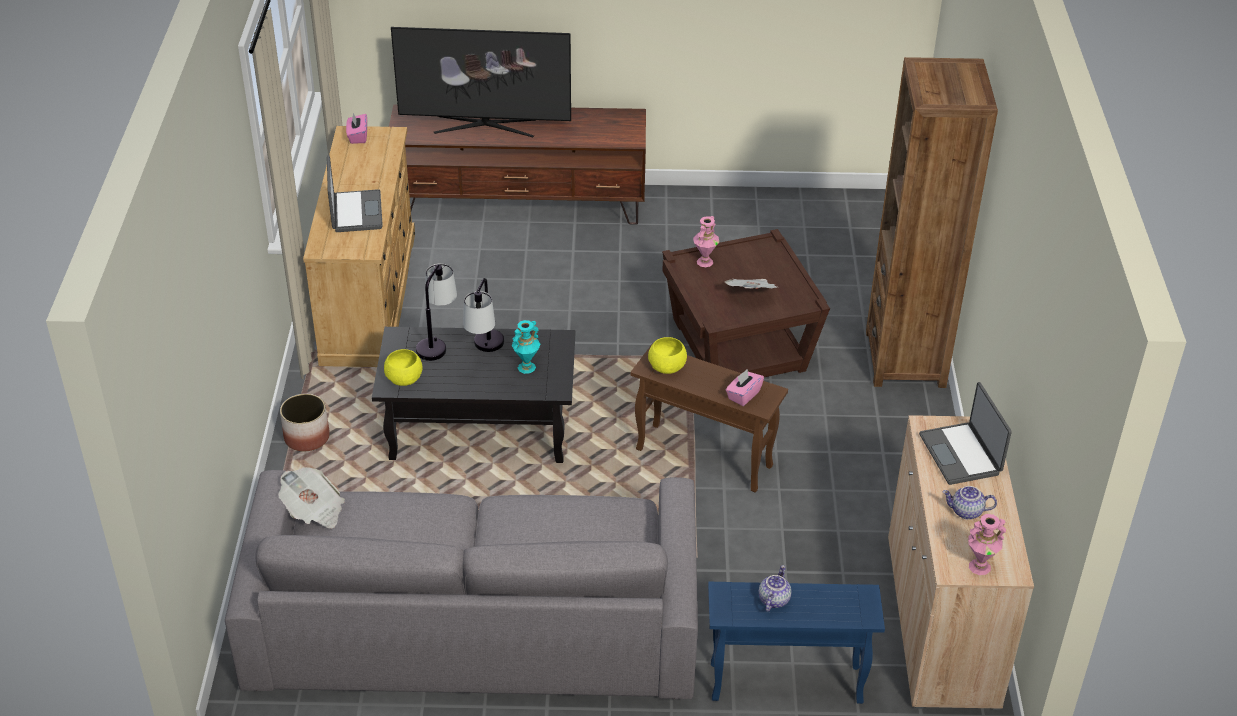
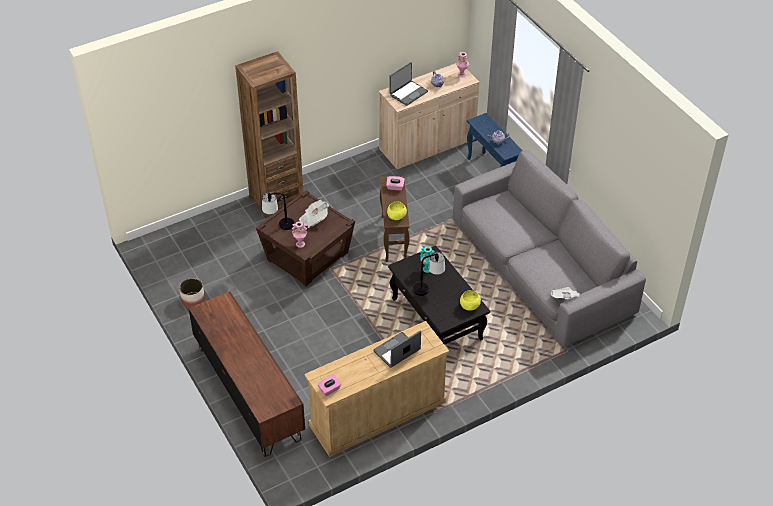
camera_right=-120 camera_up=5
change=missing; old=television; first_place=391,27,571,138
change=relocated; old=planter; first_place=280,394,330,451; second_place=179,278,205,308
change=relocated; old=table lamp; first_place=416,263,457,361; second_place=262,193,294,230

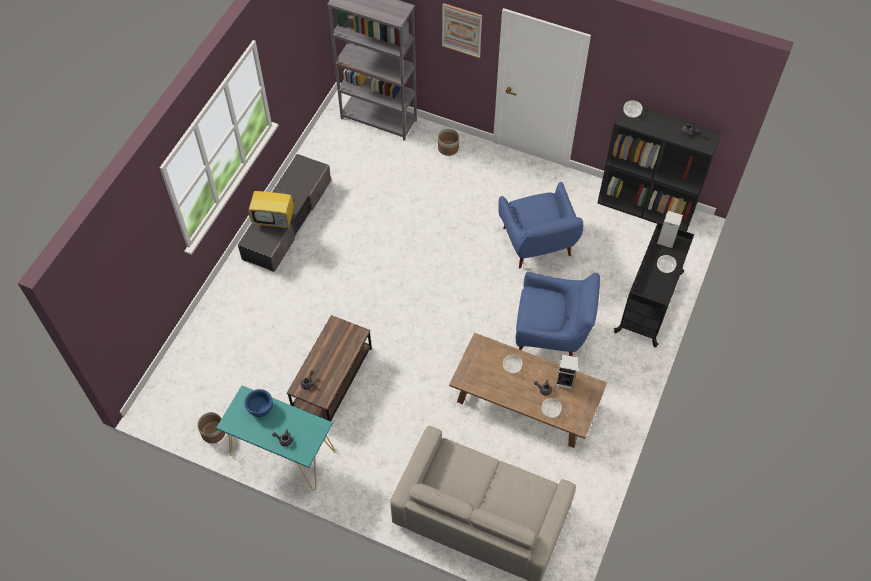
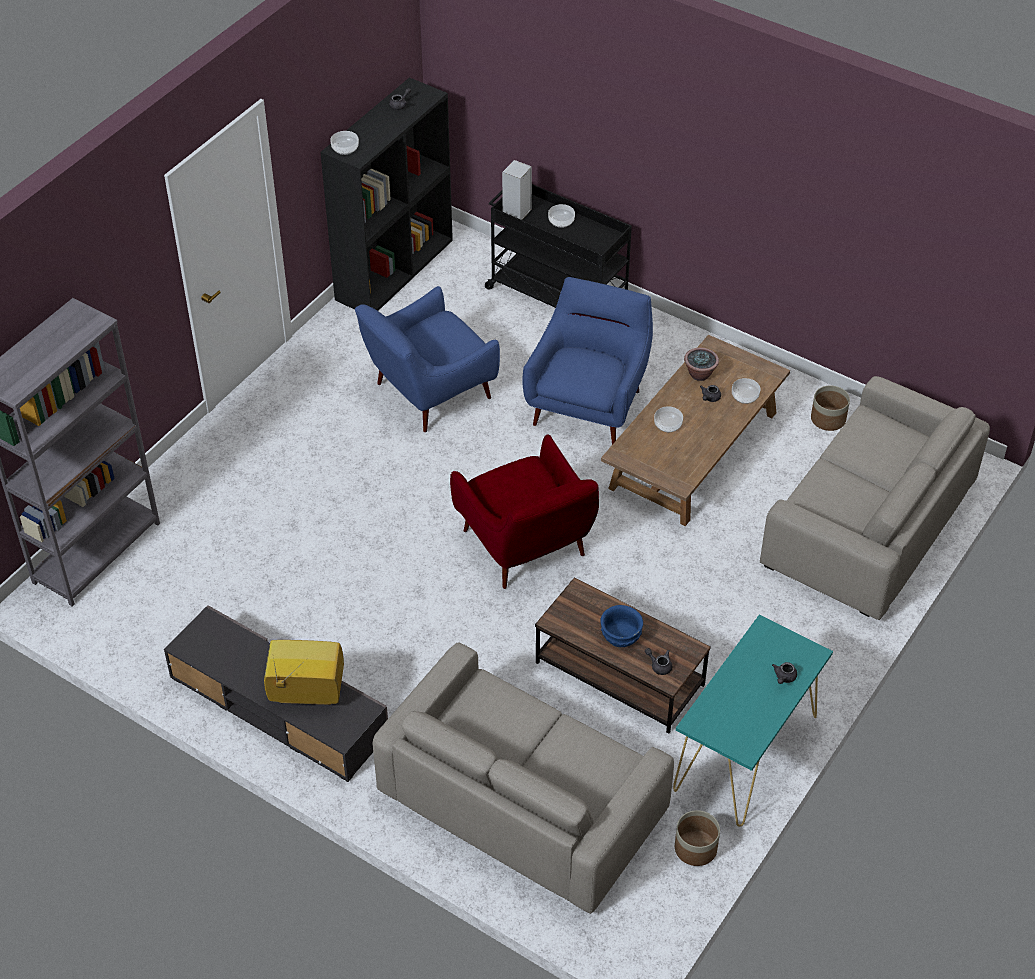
camera_right=-80 camera_up=-10
change=missing; old=picture; first_place=442,3,482,58
change=appeared; new=beige sofa; second_place=373,642,674,914
change=appeared; new=red armchair; second_place=450,435,599,589
change=relocated; old=blue bowl; first_place=244,389,273,417; second_place=600,605,643,647
change=relocated; old=planter; first_place=438,129,459,156; second_place=811,386,850,431
change=exchanged; old=speaker; new=potted plant; first_place=556,355,578,389; second_place=684,347,719,381
change=spun; old=television; first_place=249,180,294,228; second_place=264,640,344,705; degrees=-105
change=spun; old=blue armchair; first_place=498,182,583,269; second_place=355,286,500,432; degrees=150

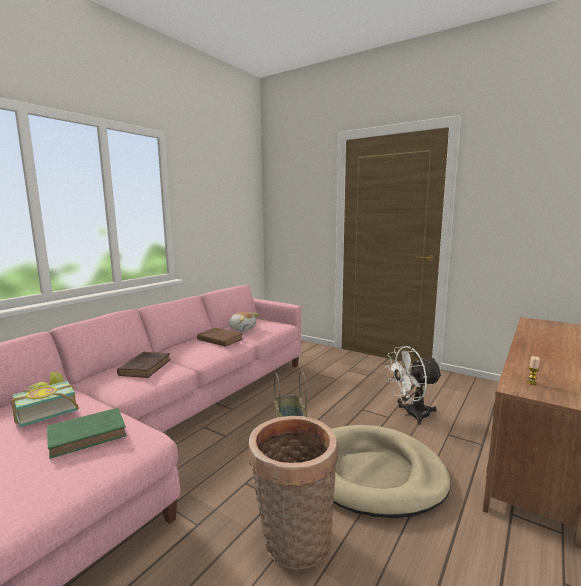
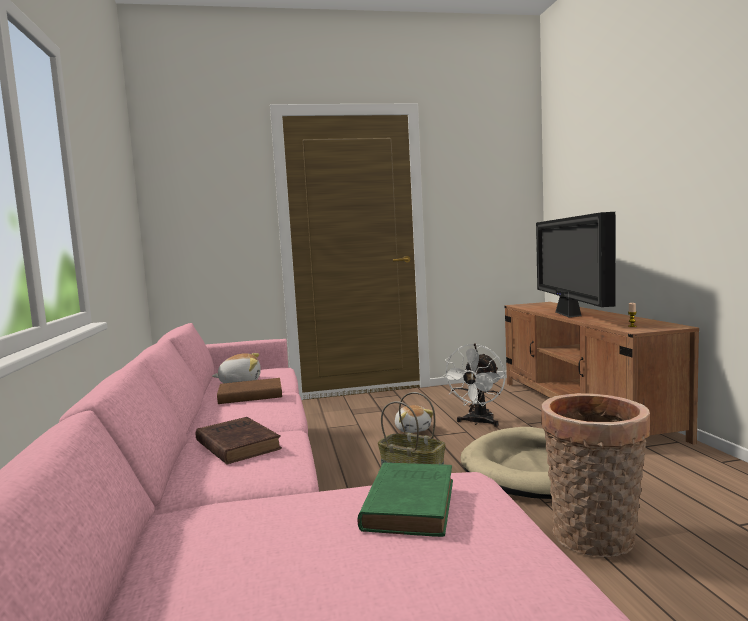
camera_right=-45 camera_up=-5
change=missing; old=book; first_place=11,372,79,427
change=appeared; new=plush toy; second_place=395,405,433,433
change=appeared; new=television; second_place=536,212,615,317

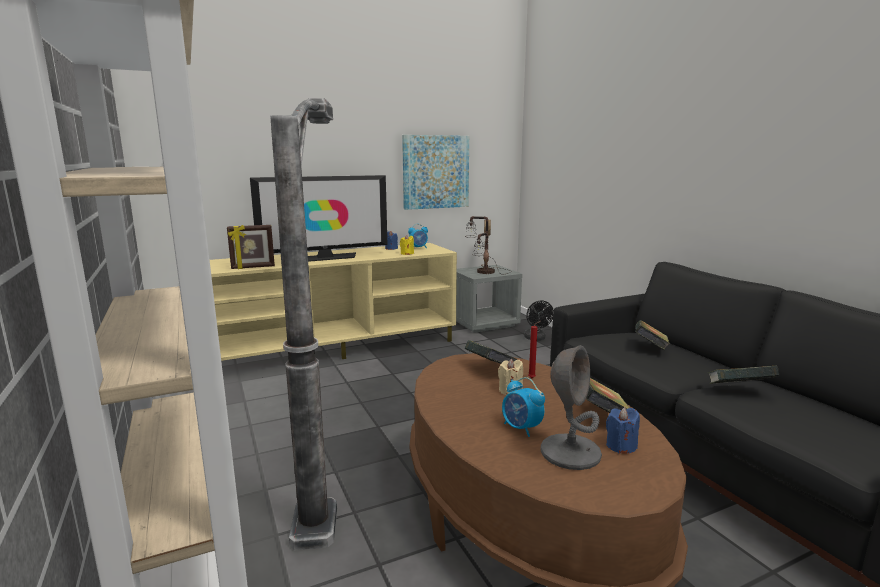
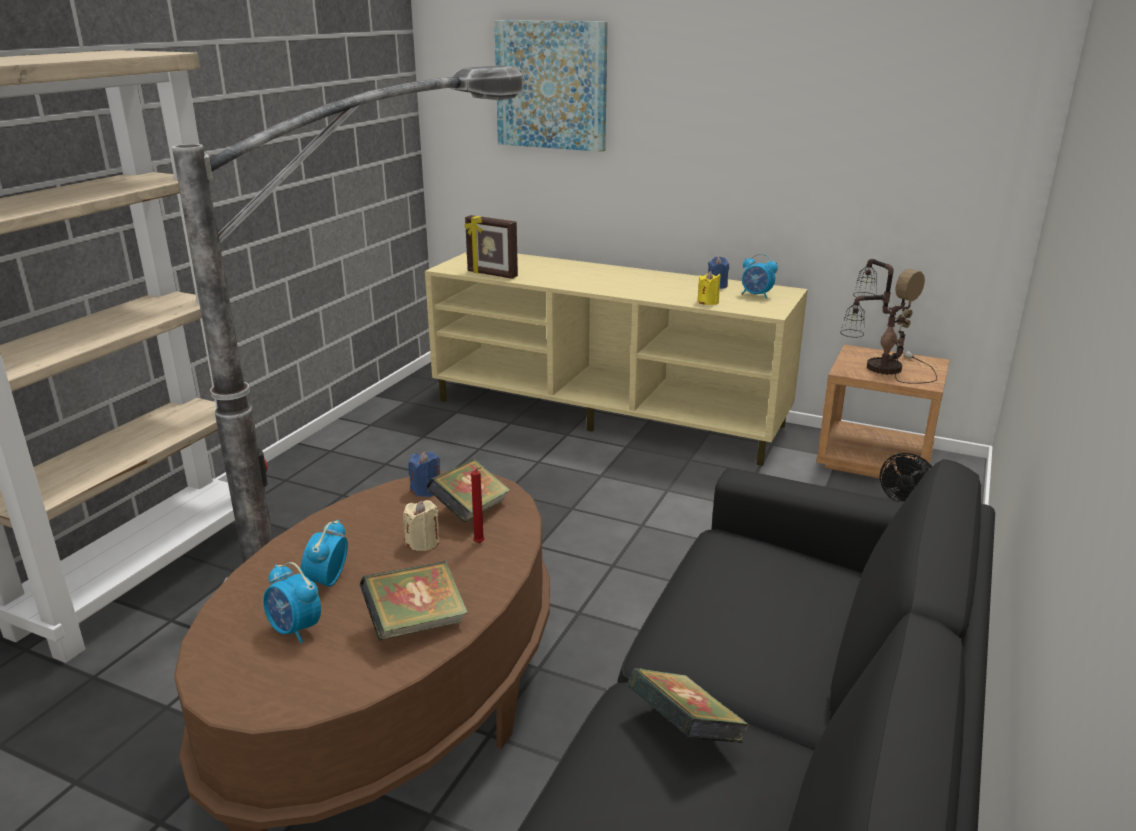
camera_right=50 camera_up=10
change=missing; old=television; first_place=250,175,388,262
change=missing; old=book; first_place=635,320,670,350
change=relocated; old=picture; first_place=402,135,469,210; second_place=494,20,608,152
change=relocated; old=blue candle; first_place=606,407,640,454; second_place=408,451,440,497
change=exchanged; old=grey table lamp; new=alarm clock; first_place=541,345,602,470; second_place=263,562,321,643
change=colour; old=grey nightstand; new=brown nightstand; first_place=456,265,522,333; second_place=816,345,950,479

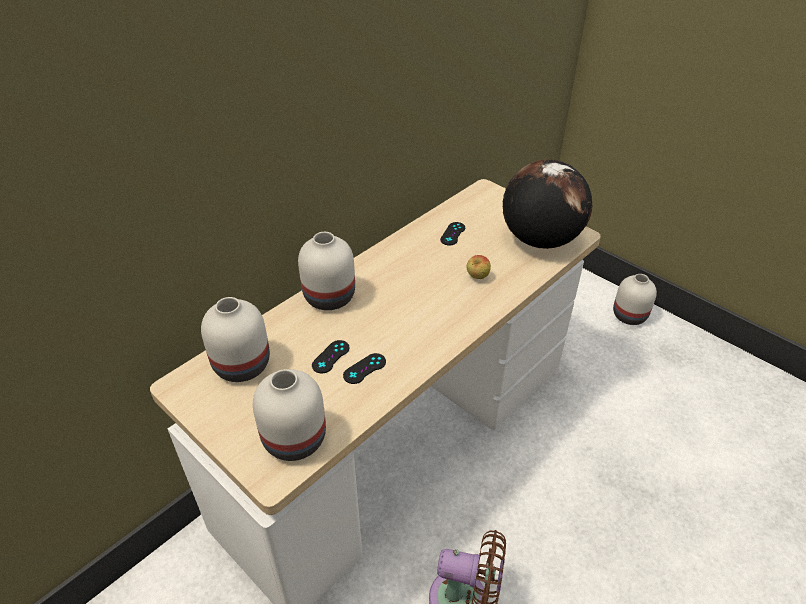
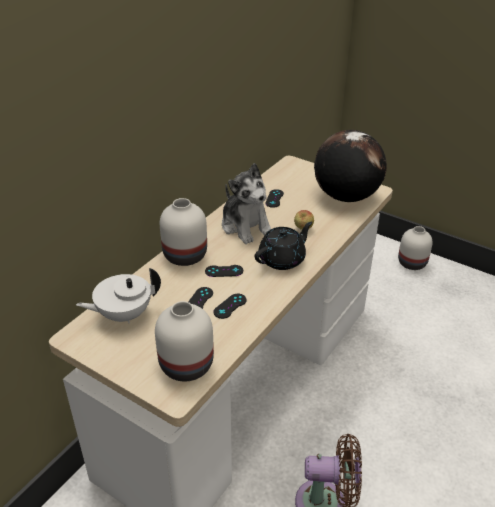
camera_right=-10 camera_up=-5
change=appeared; new=black game controller; second_place=205,265,243,277
change=appeared; new=plush toy; second_place=222,163,271,244
change=appeared; new=black teapot; second_place=255,222,313,270
change=exchanged; old=white vase; new=white teapot; first_place=201,297,270,382; second_place=76,268,161,323

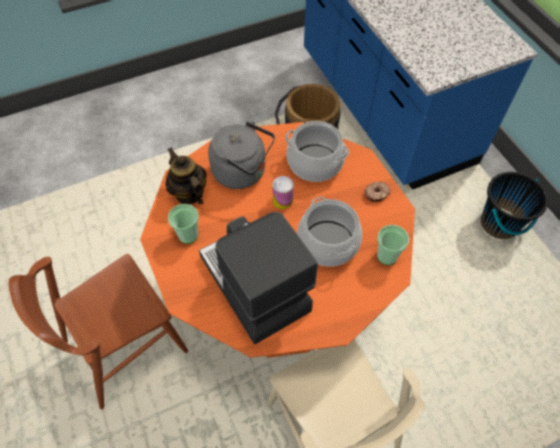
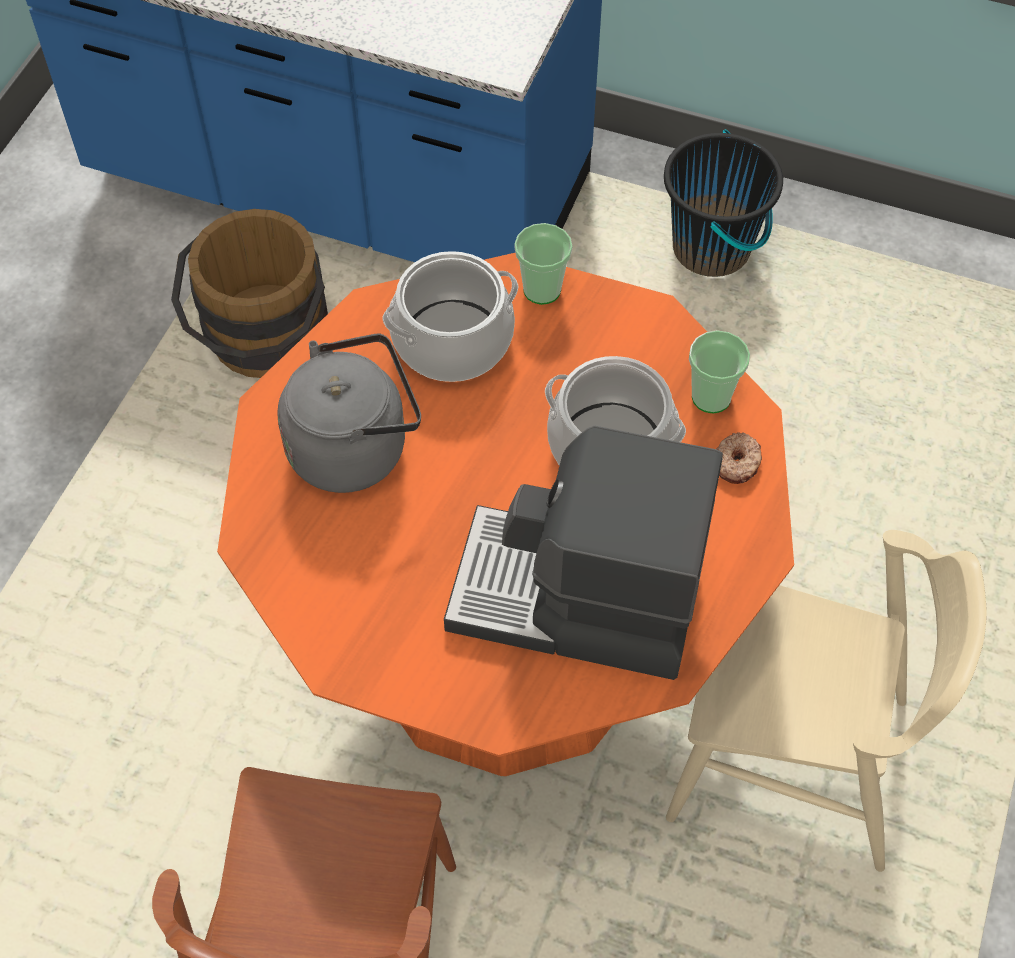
camera_right=-45 camera_up=0
change=missing; old=teapot; first_place=166,147,207,205
change=missing; old=can; first_place=272,176,294,209
change=relocated; old=cup; first_place=168,204,199,244; second_place=514,223,573,305
change=relocated; old=donut; first_place=364,181,391,202; second_place=716,432,762,484

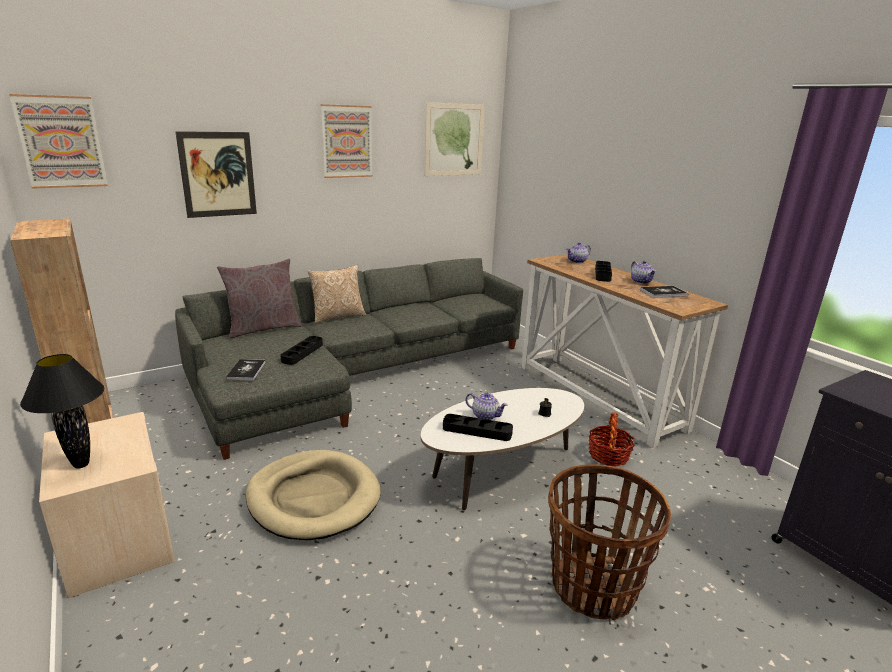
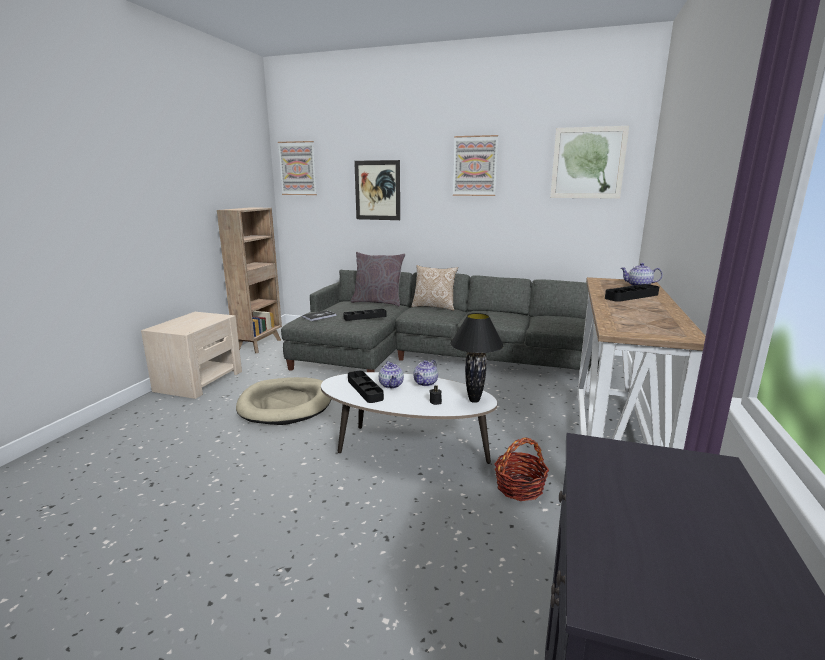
camera_right=50 camera_up=-5
change=missing; old=basket; first_place=548,464,671,620
change=missing; old=book; first_place=640,286,689,298
change=relocated; old=black table lamp; first_place=20,354,104,469; second_place=451,313,504,403
change=relocated; old=teapot; first_place=631,261,656,284; second_place=413,360,438,386

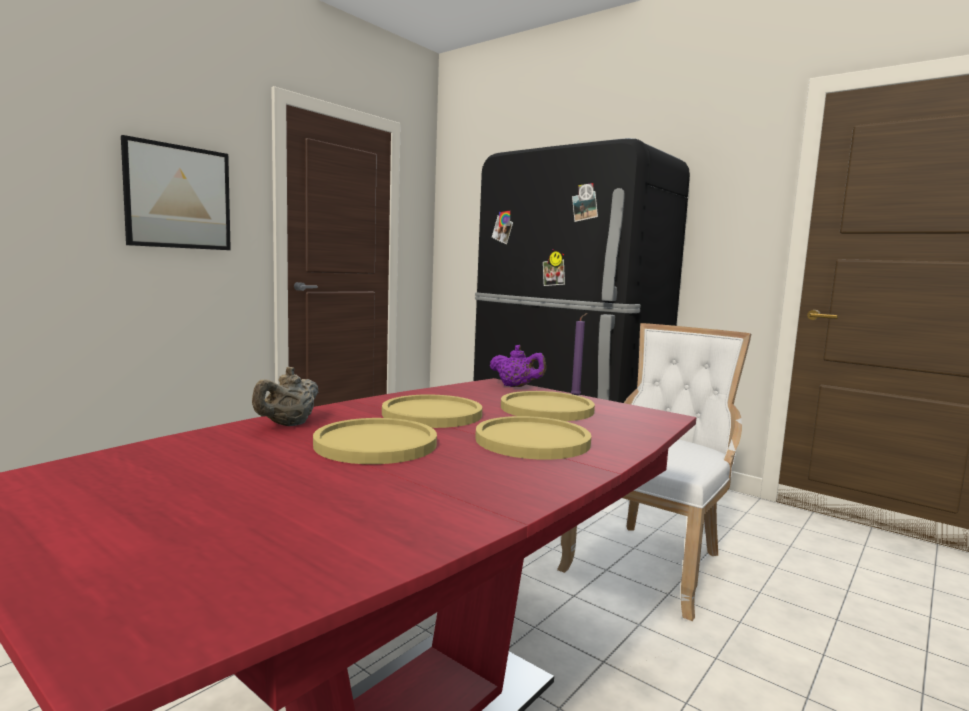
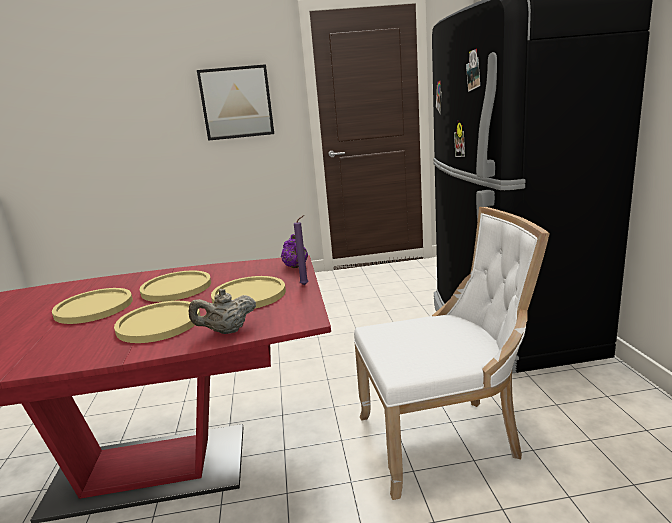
camera_right=45 camera_up=10
change=relocated; old=beige teapot; first_place=252,367,318,426; second_place=189,289,256,334

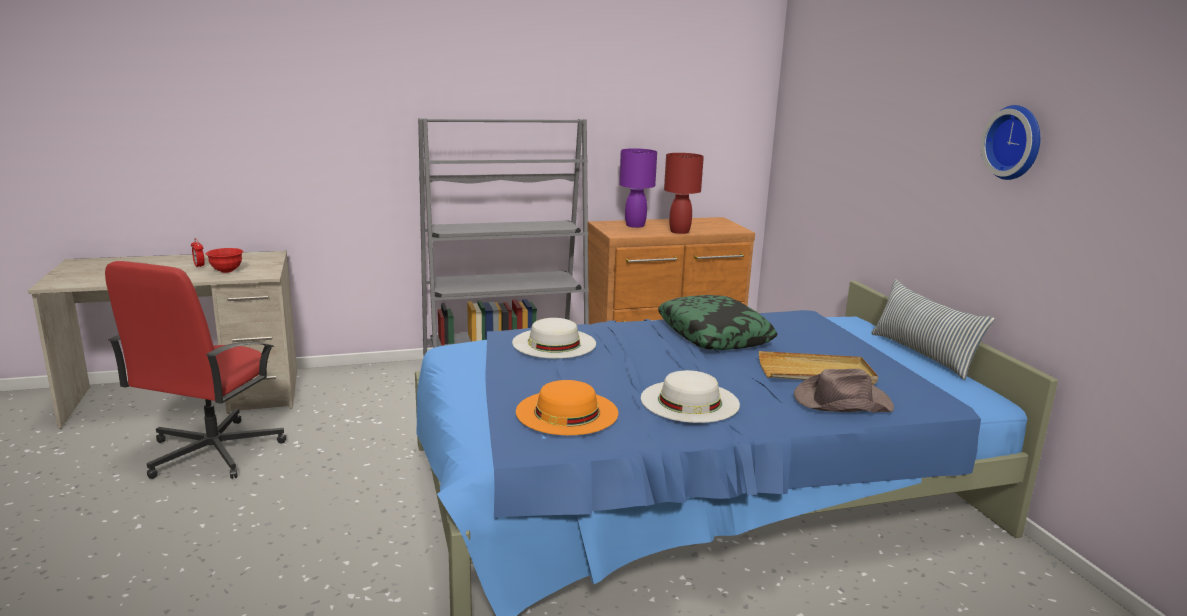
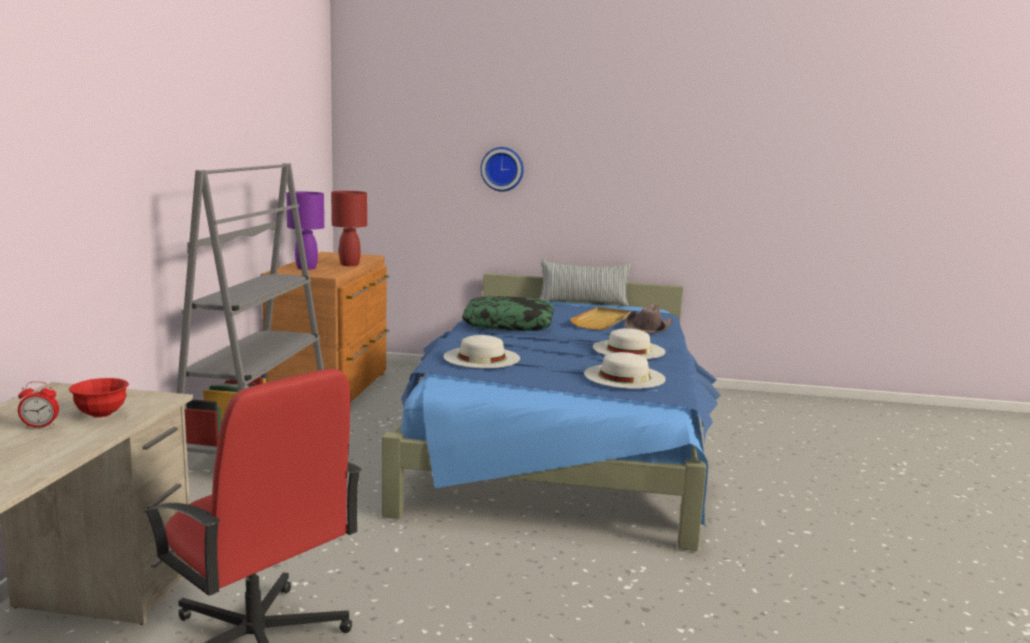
camera_right=-65 camera_up=-5
change=relocated; old=wall clock; first_place=981,105,1040,180; second_place=480,147,524,192
change=colour; old=orange hat; new=white hat; first_place=516,380,618,435; second_place=584,352,666,389

